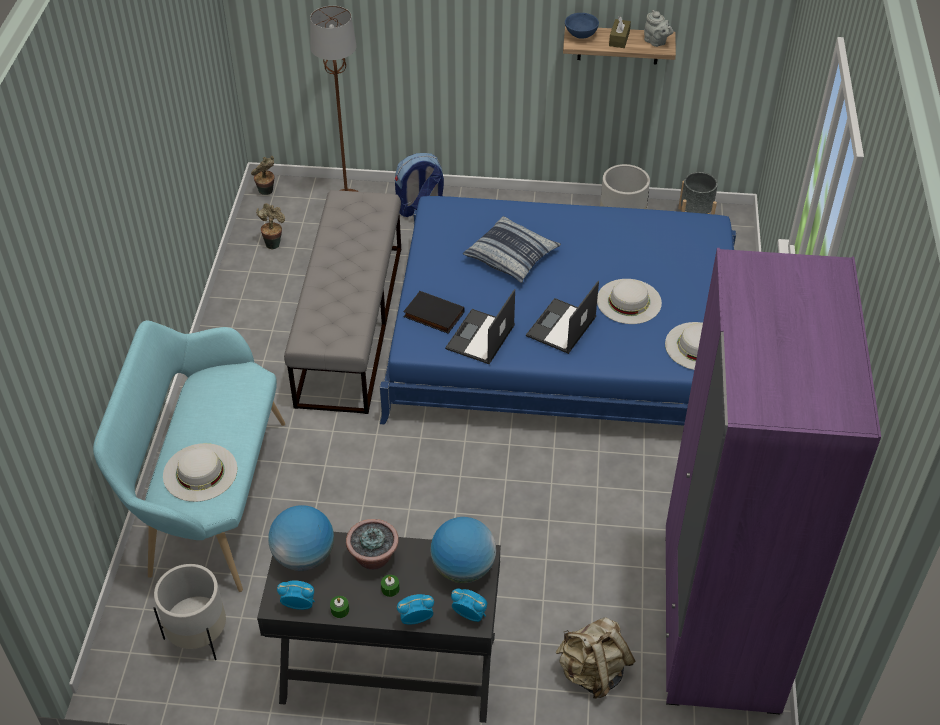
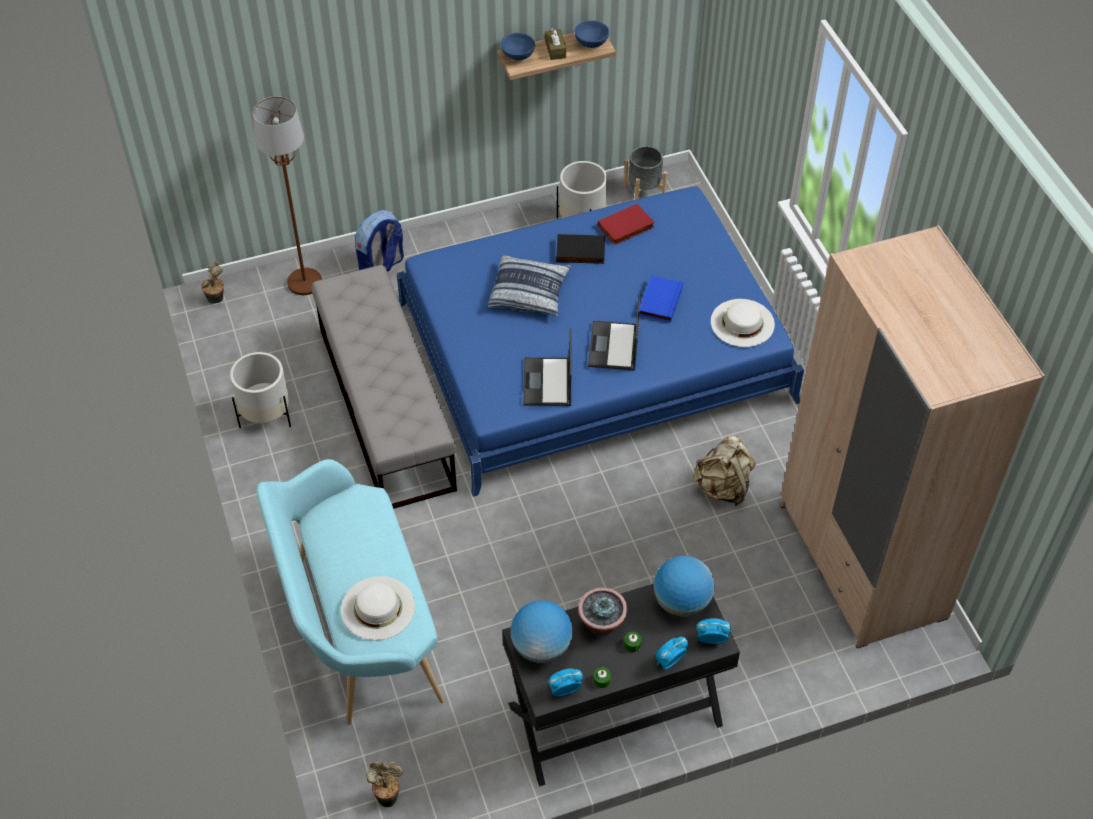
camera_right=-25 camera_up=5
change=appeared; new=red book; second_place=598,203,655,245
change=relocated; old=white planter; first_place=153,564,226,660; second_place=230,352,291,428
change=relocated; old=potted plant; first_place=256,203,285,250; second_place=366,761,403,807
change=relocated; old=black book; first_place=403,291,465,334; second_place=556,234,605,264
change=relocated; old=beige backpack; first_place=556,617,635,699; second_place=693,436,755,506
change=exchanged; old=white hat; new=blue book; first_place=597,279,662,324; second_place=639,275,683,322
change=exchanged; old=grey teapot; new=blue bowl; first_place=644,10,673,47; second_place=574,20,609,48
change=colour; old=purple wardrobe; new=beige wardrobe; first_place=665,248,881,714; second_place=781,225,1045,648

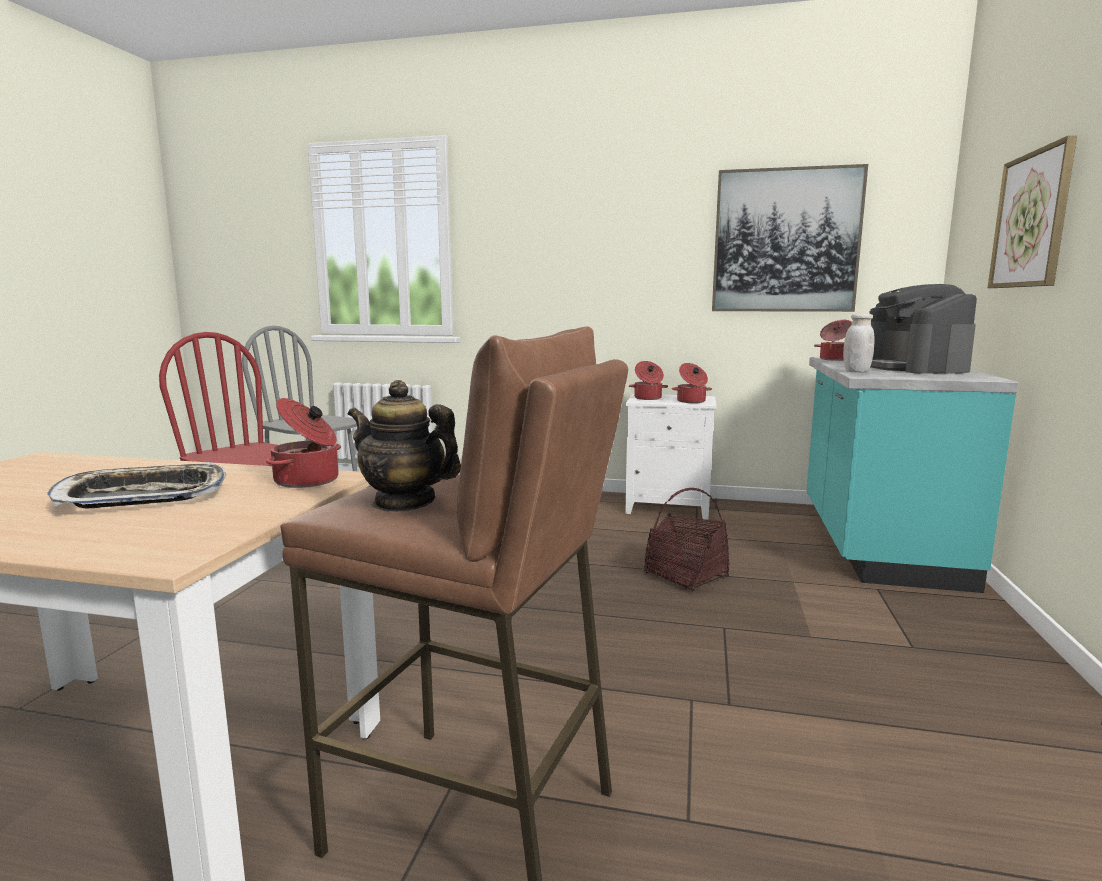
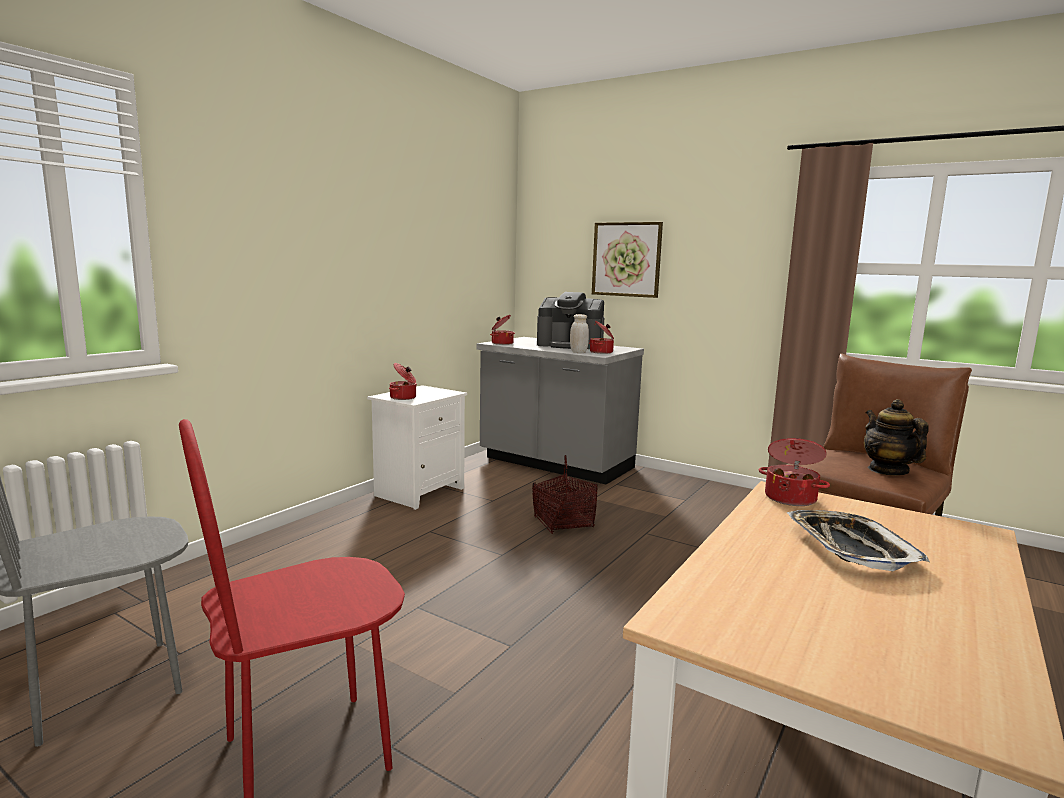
camera_right=-70 camera_up=0
change=missing; old=picture; first_place=712,164,868,312
change=relocated; old=cooking pot; first_place=672,363,712,403; second_place=589,321,614,354
change=colour; old=turquoise counter; new=grey counter; first_place=807,357,1019,593; second_place=476,337,644,484
change=spun; old=teapot; first_place=348,380,461,512; second_place=864,399,929,476; degrees=120

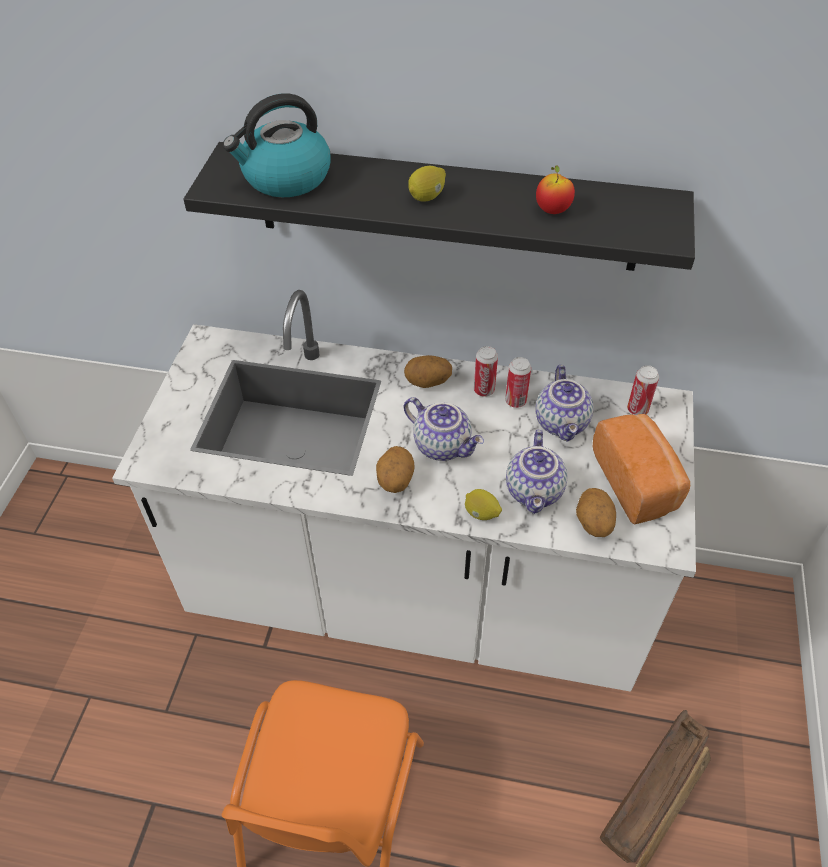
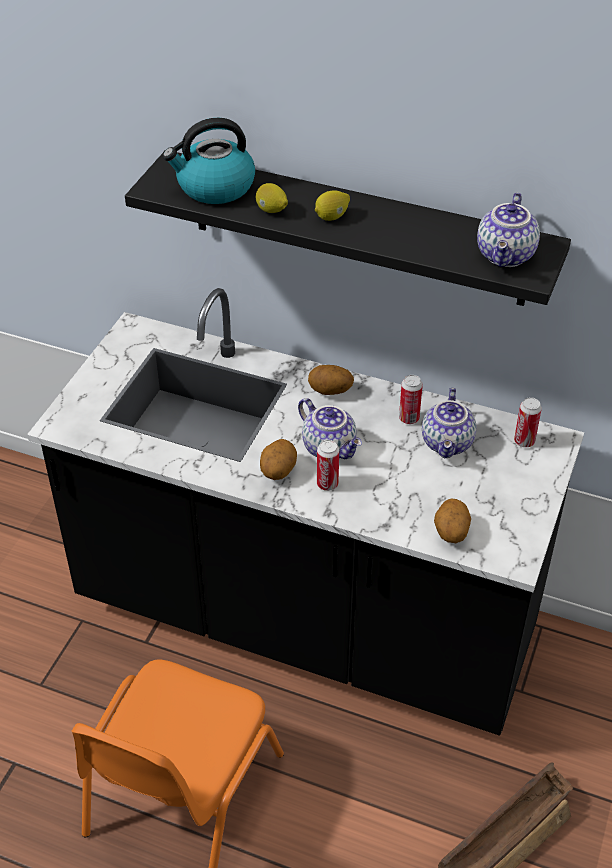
camera_right=10 camera_up=-5
change=missing; old=apple; first_place=536,165,575,214
change=missing; old=bread; first_place=593,414,690,524
change=relocated; old=lemon; first_place=465,489,502,520; second_place=256,183,288,213
change=relocated; old=can; first_place=474,346,498,397; second_place=317,440,339,491
change=relocated; old=teapot; first_place=506,430,567,514; second_place=477,192,540,267
change=colour; old=white counter; new=black counter; first_place=112,290,696,692; second_place=27,288,584,736

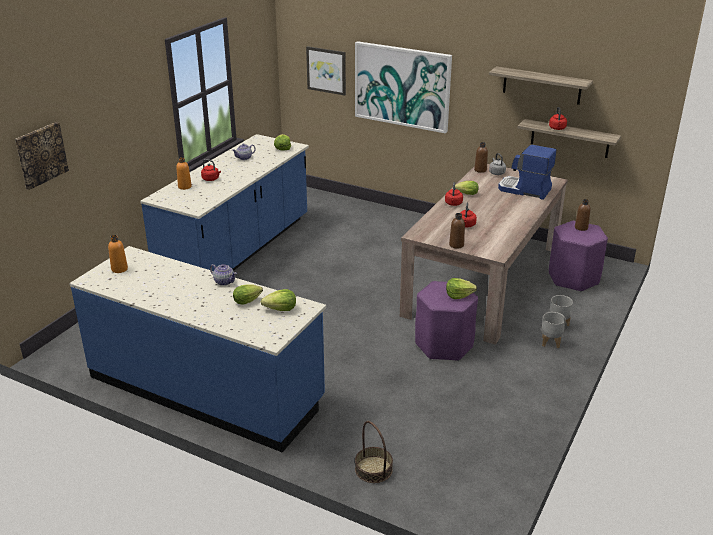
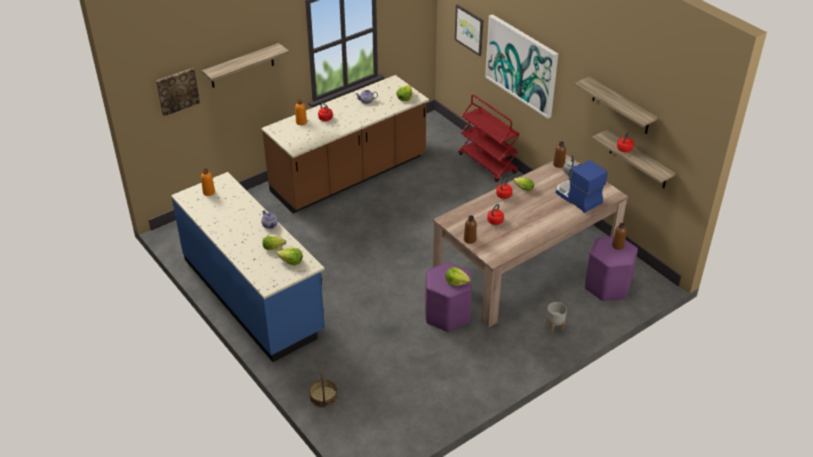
camera_right=25 camera_up=10
change=missing; old=grey planter; first_place=541,312,566,348
change=appeared; new=shelf; second_place=202,43,289,88
change=appeared; new=red cart; second_place=459,94,520,182
change=colour; old=blue counter; new=brown counter; first_place=140,134,309,271; second_place=261,75,429,213

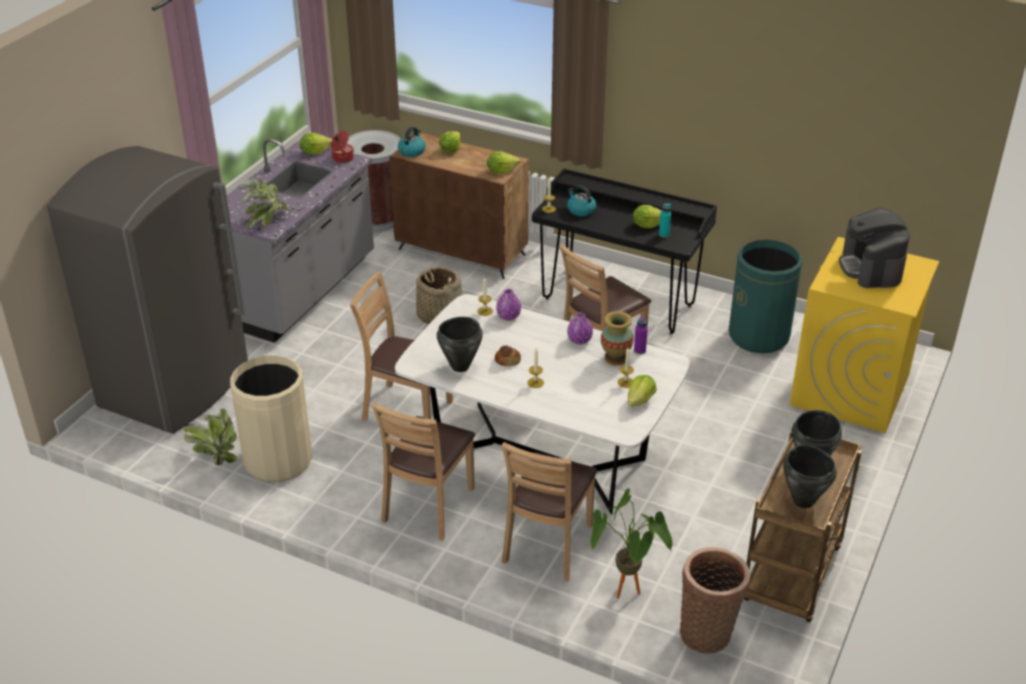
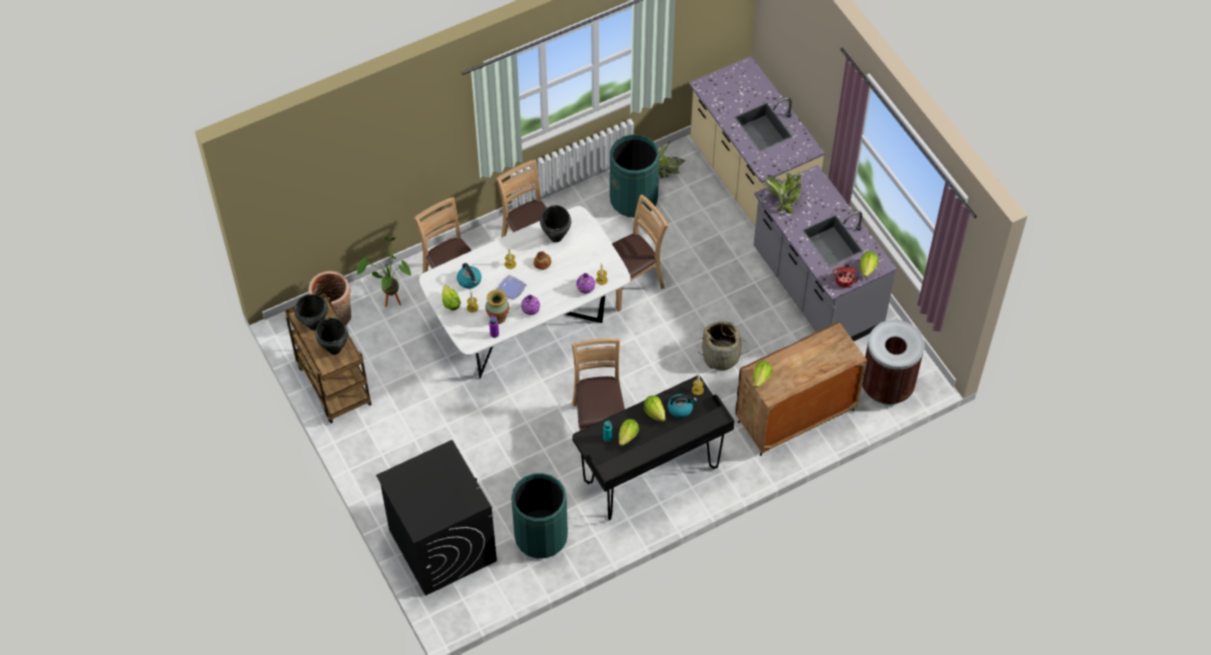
camera_right=125 camera_up=20
change=missing; old=coffee machine; first_place=839,208,910,288
change=appeared; new=plate; second_place=497,275,526,300
change=relocated; old=kettle; first_place=398,127,425,157; second_place=457,263,481,289
change=relocated; old=lettuce; first_place=439,131,461,153; second_place=644,396,666,422
change=exchanged; old=grey fridge; new=beige counter; first_place=47,146,248,434; second_place=689,56,825,226
change=colour; old=beige trash can; new=green trash can; first_place=230,356,312,482; second_place=610,134,659,218
change=colour; old=yellow washing machine; new=black washing machine; first_place=790,237,939,433; second_place=376,440,497,596

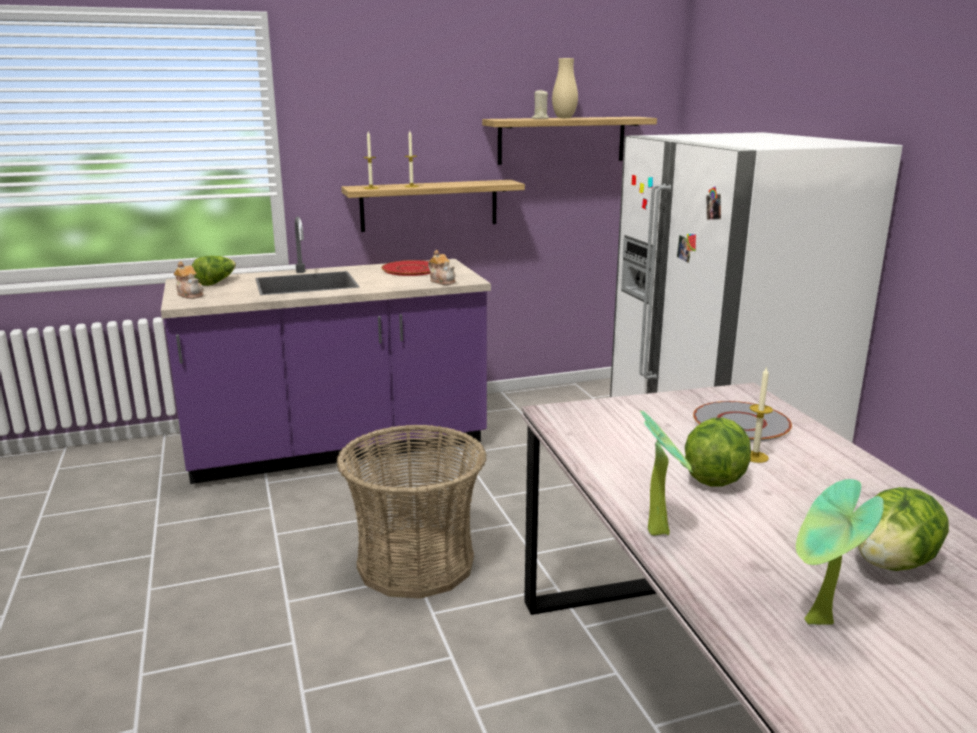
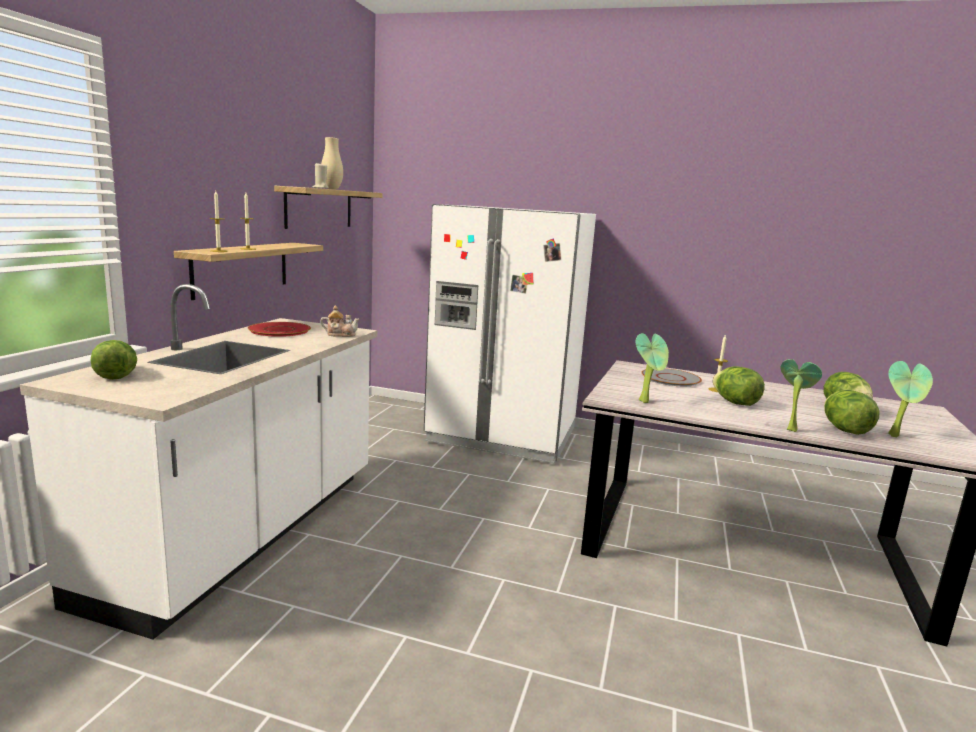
camera_right=-55 camera_up=-5
change=missing; old=teapot; first_place=174,261,203,299
change=missing; old=basket; first_place=337,425,487,599
change=appeared; new=potted plant; second_place=636,333,669,403
change=appeared; new=lettuce; second_place=824,390,880,435
change=colour; old=purple counter; new=white counter; first_place=161,217,491,484; second_place=20,284,377,639

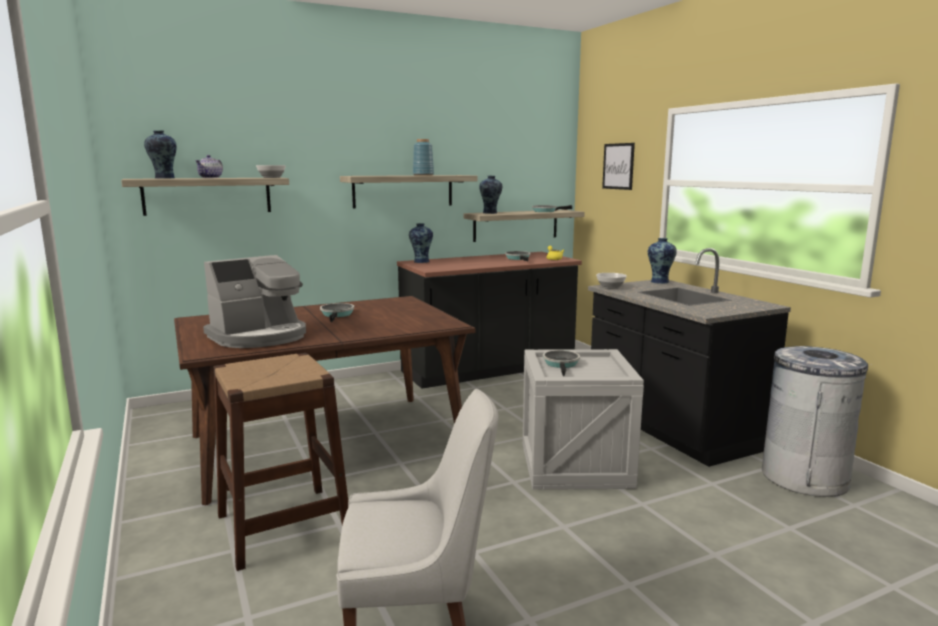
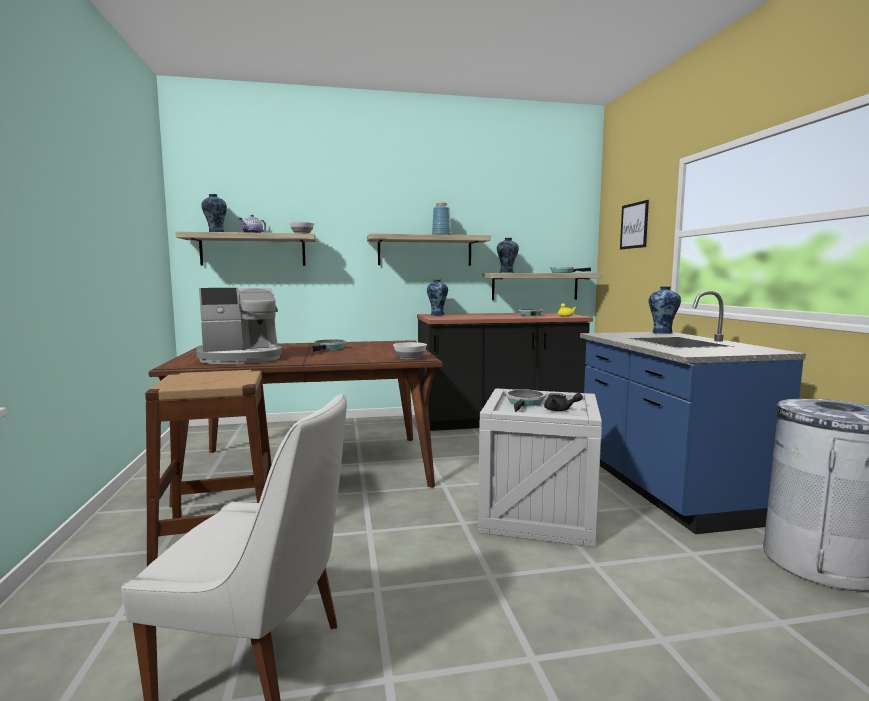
camera_right=15 camera_up=-5
change=appeared; new=black teapot; second_place=544,393,583,411
change=relocated; old=bowl; first_place=596,273,627,289; second_place=393,342,427,360
change=colour; old=black counter; new=blue counter; first_place=588,248,791,467; second_place=580,291,806,534

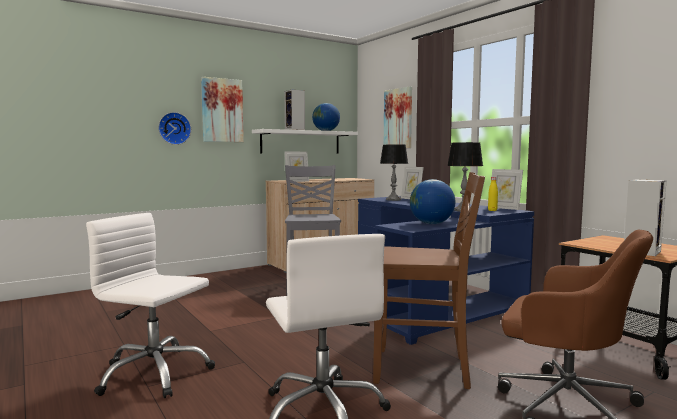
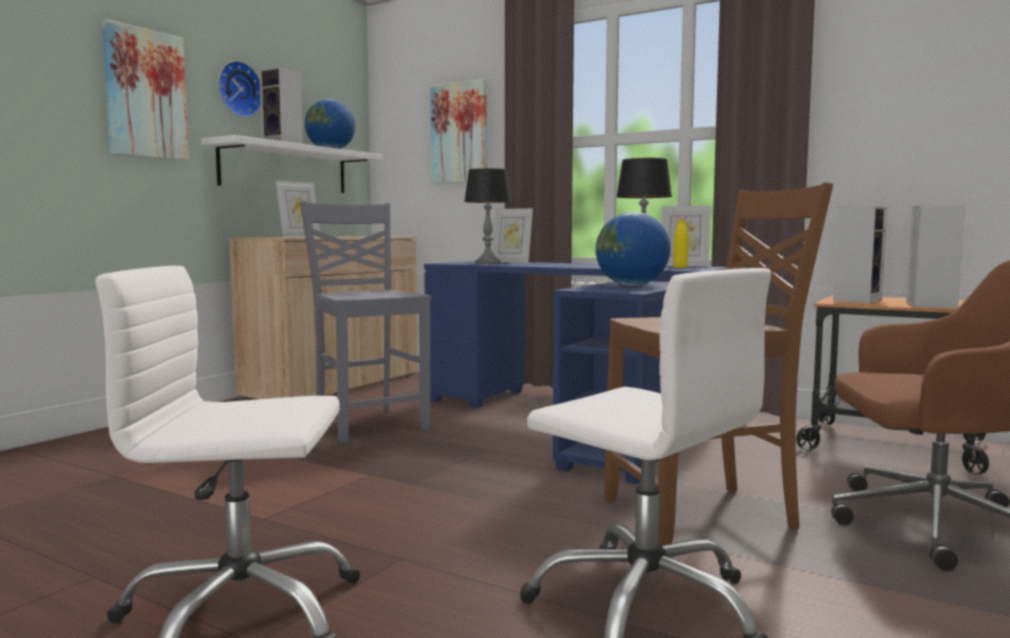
camera_right=-25 camera_up=0
change=appeared; new=speaker; second_place=833,207,887,303
change=relocated; old=wall clock; first_place=158,112,191,145; second_place=218,61,261,117

